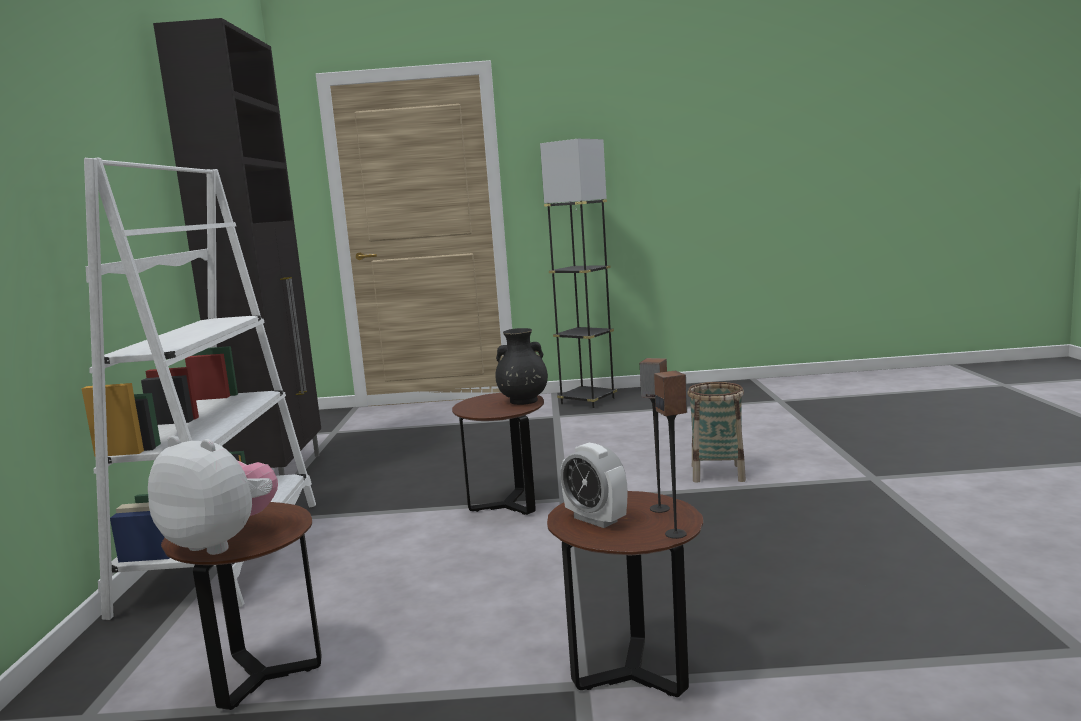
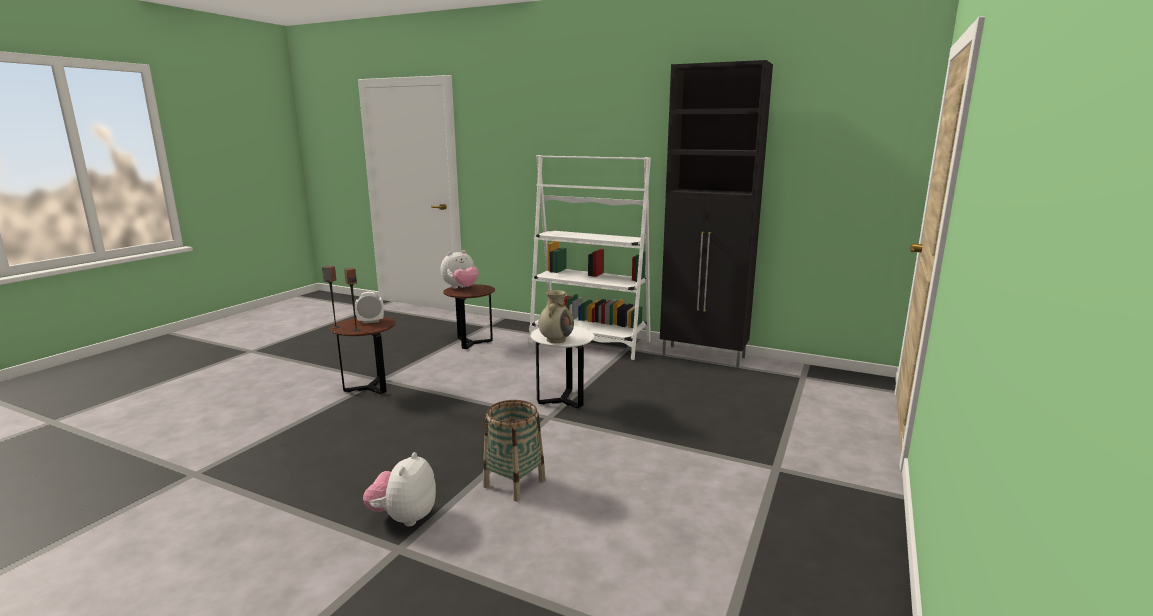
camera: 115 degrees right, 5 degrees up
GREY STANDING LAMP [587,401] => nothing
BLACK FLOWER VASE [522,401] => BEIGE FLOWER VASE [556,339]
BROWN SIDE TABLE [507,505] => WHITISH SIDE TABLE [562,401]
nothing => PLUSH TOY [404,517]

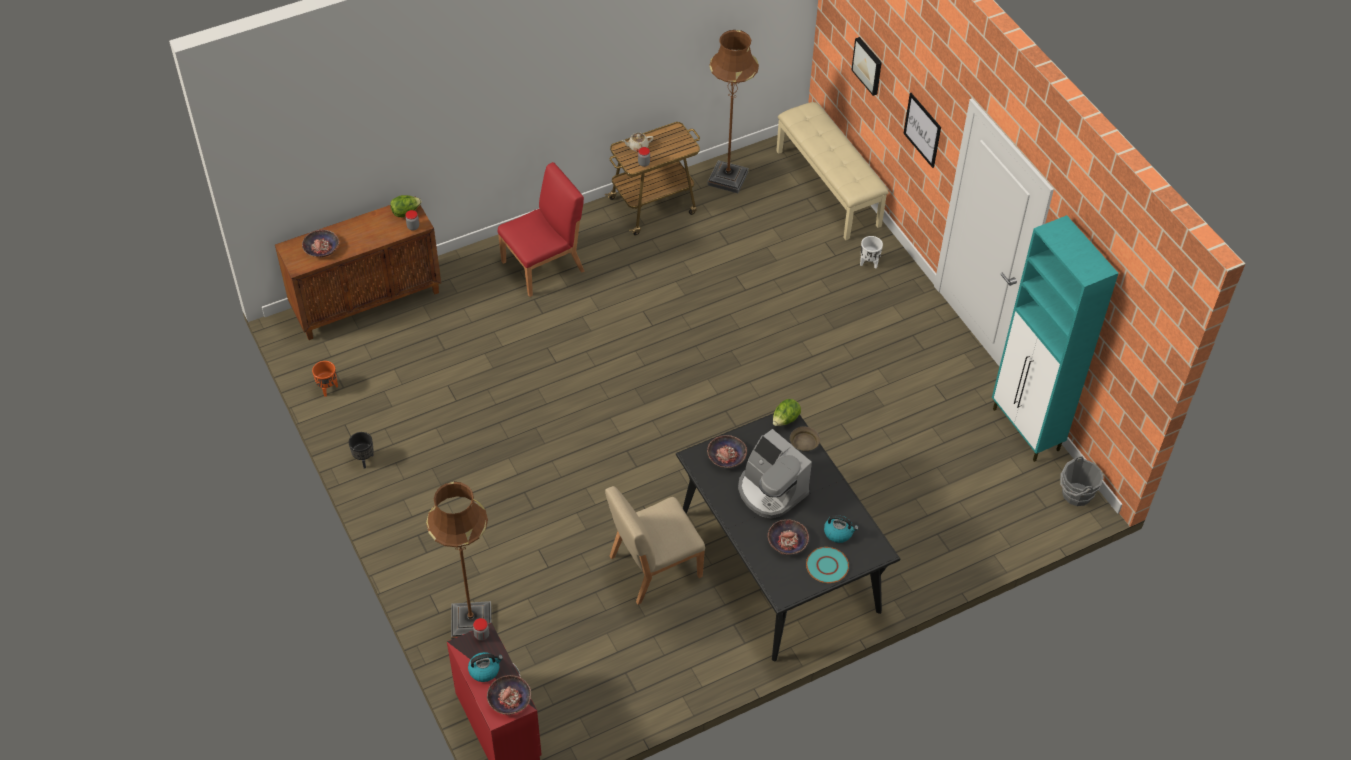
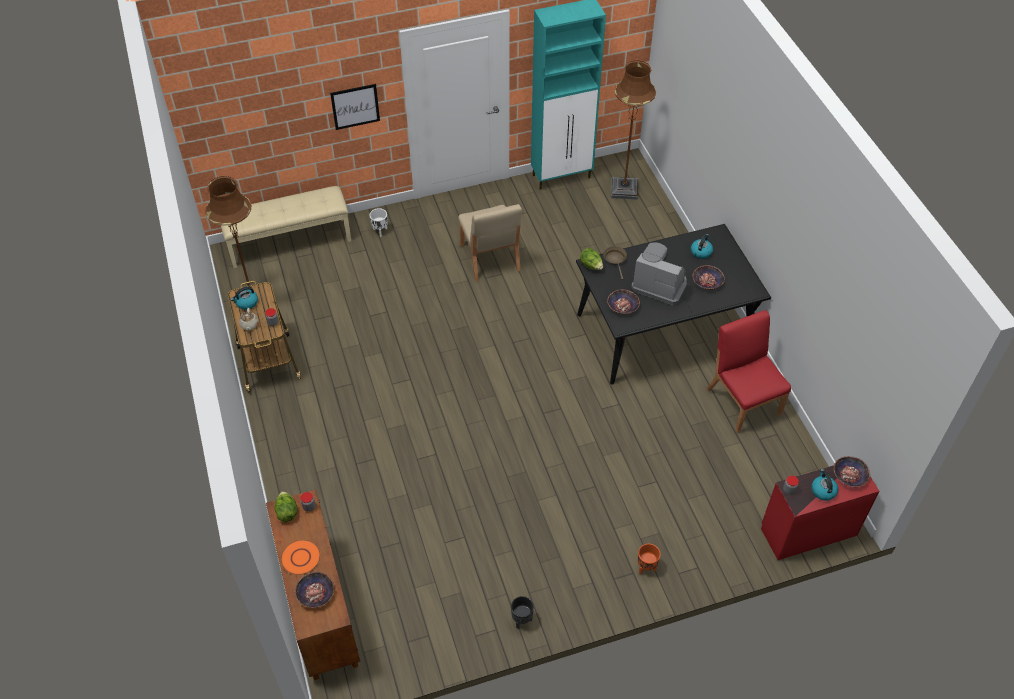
camera: 80 degrees left, 0 degrees up
WALL ART [868,65] => nothing
RED CHAIR [544,266] => RED CHAIR [743,401], relocated
ORANGE-COLOURED PLANT POT [327,389] => ORANGE-COLOURED PLANT POT [646,567], relocated
COFFEE MAKER [770,491] => COFFEE MAKER [659,284], 120 degrees counterclockwise
GREY BUCKET [1075,494] => nothing
BROWN STANDING LAMP [471,622] => BROWN STANDING LAMP [624,189], relocated
BEIGE CHAIR [654,566] => BEIGE CHAIR [490,258], relocated
TURQUOISE DINNER PLATE [827,565] => nothing
nothing => TEA KETTLE [246,303]
nothing => ORANGE-COLOURED DINNER PLATE [300,558]

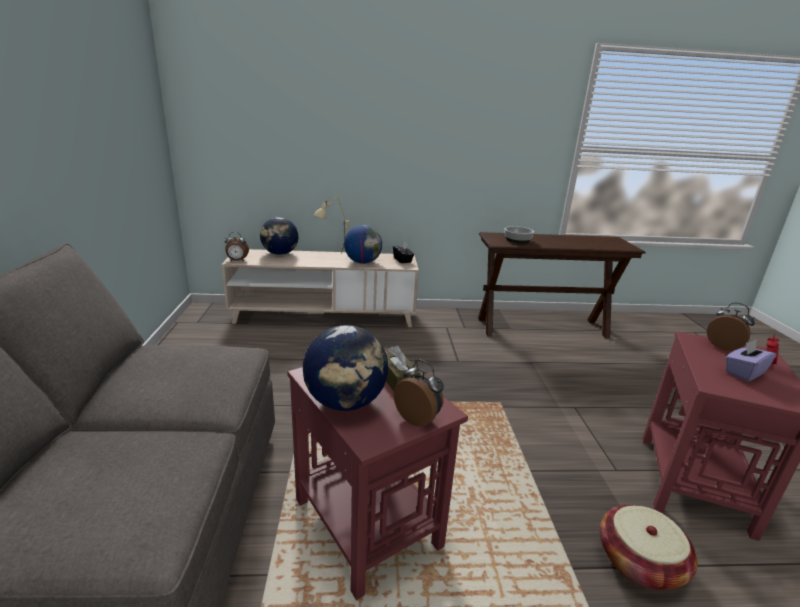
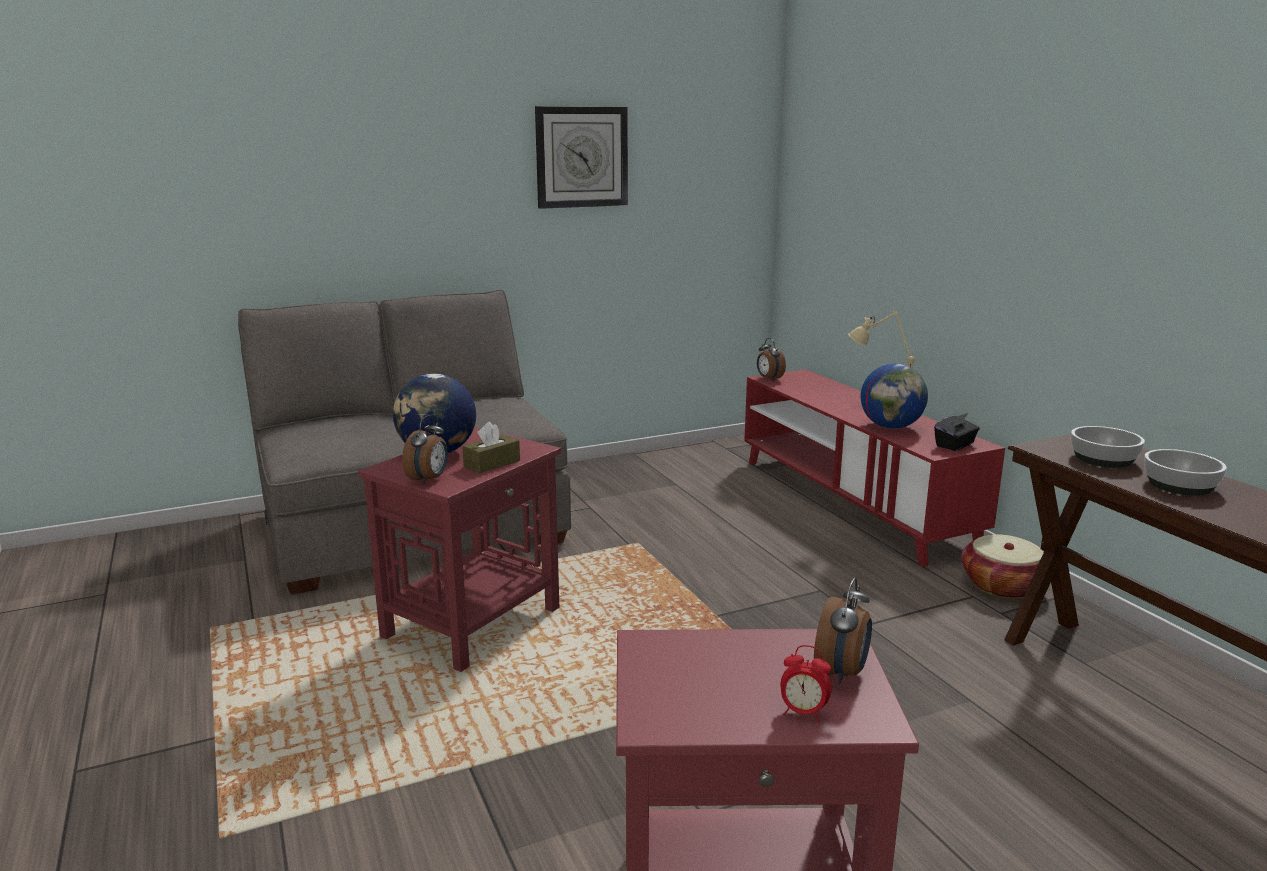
camera: 70 degrees right, 5 degrees down
WORLD GLOBE [280,254] => nothing
BEIGE TV UNIT [324,316] => RED TV UNIT [852,502]
PURPLISH BOX OF TISSUES [744,372] => nothing
BASKET [639,562] => BASKET [1002,585], relocated
nothing => WALL CLOCK [581,157]
nothing => SERVING BOWL [1178,485]

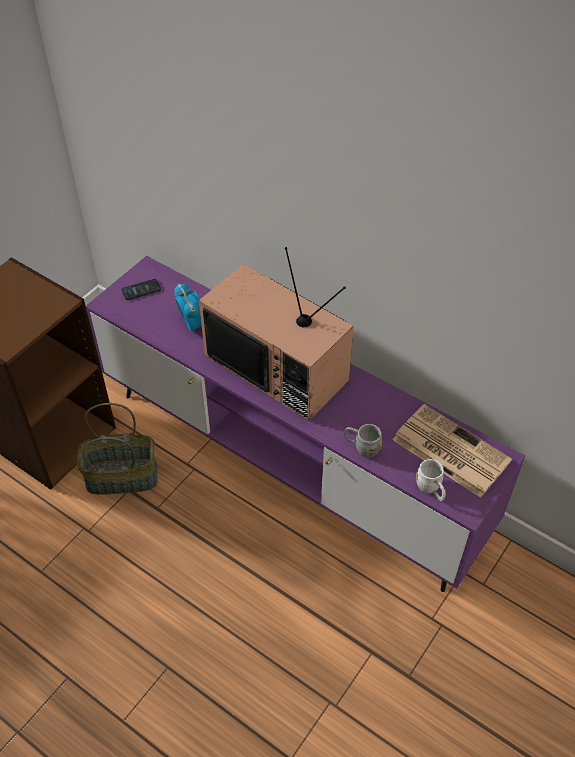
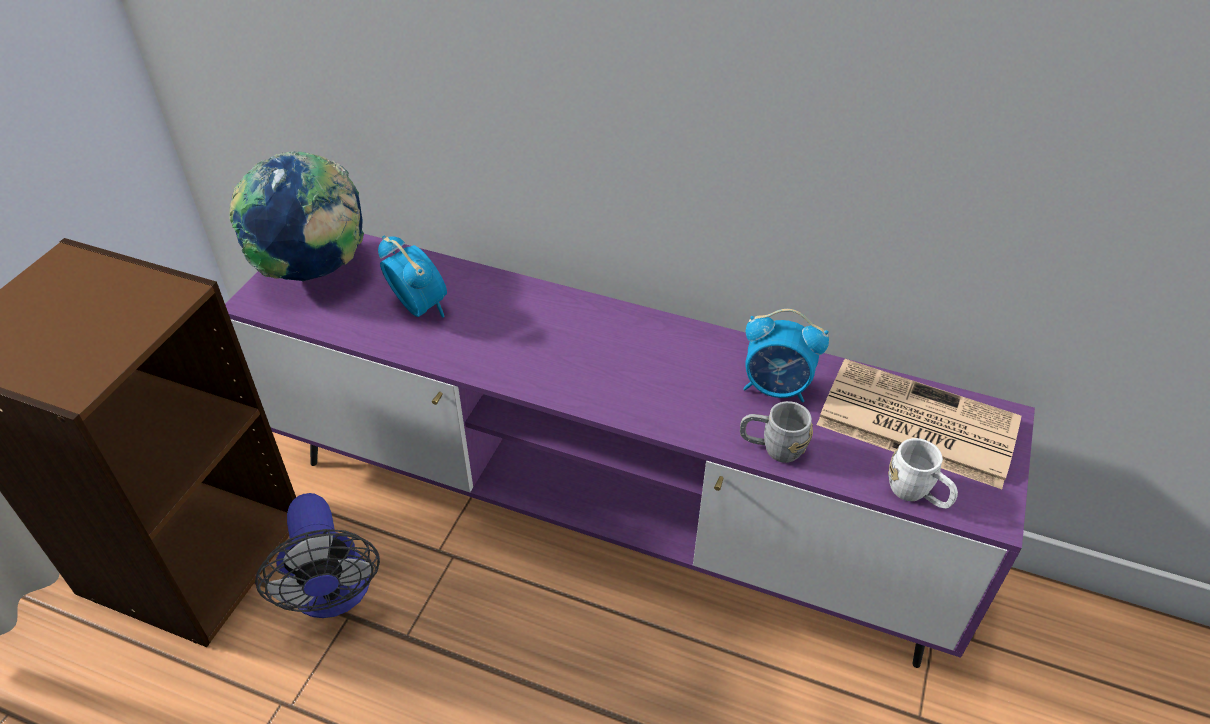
camera: 15 degrees left, 5 degrees down
TV [279,367] => nothing
TELEPHONE [141,290] => WORLD GLOBE [314,270]
BASKET [122,476] => ELECTRIC FAN [333,595]
nothing => ALARM CLOCK [776,388]

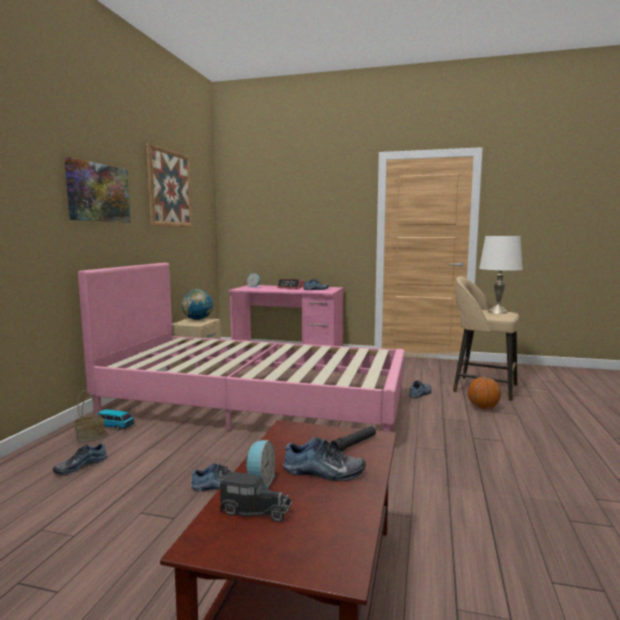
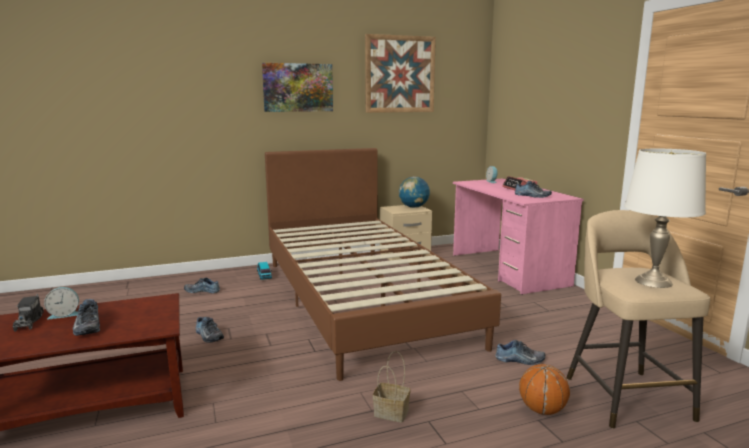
camera: 55 degrees right, 5 degrees up
PINKISH BED [255,405] => BROWN BED [360,299]
BASKET [89,438] => BASKET [390,413], relocated
BLACK HAND TORCH [354,444] => nothing

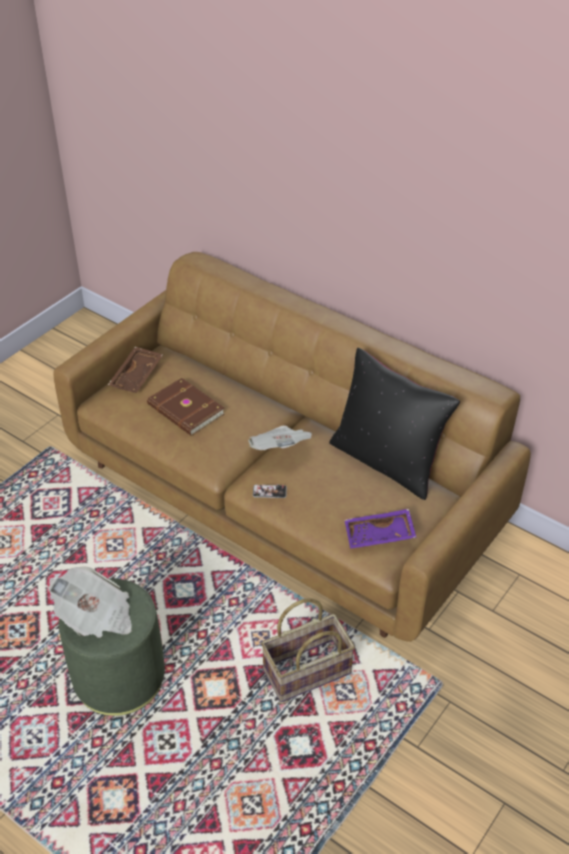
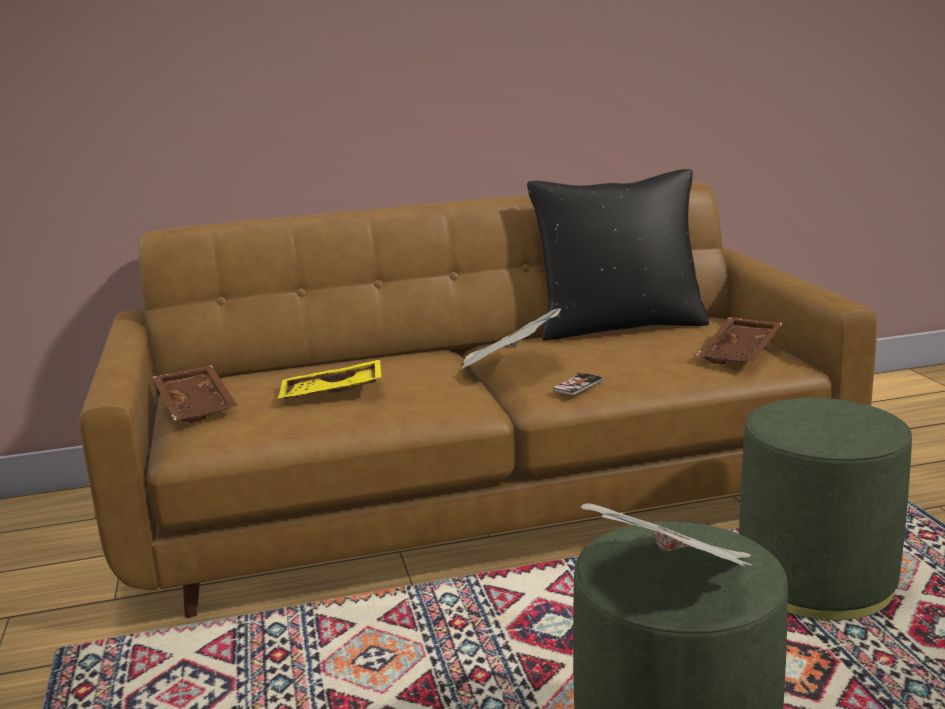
camera: 50 degrees left, 25 degrees down
BROWN VOLUME [185,410] => YELLOW-COLOURED TRAY [332,394]
PURPLISH TRAY [379,536] => BROWN TRAY [741,353]
BASKET [307,673] => GREENISH FOOTREST [816,581]

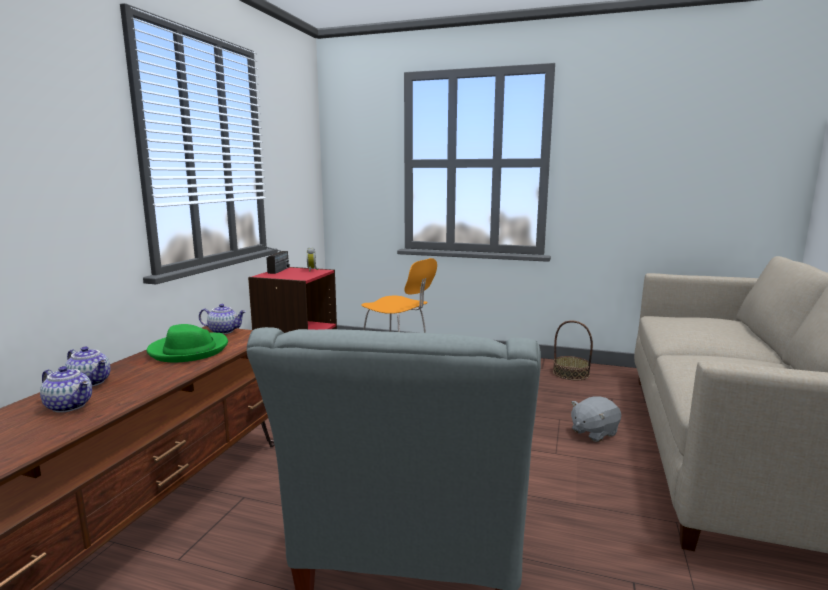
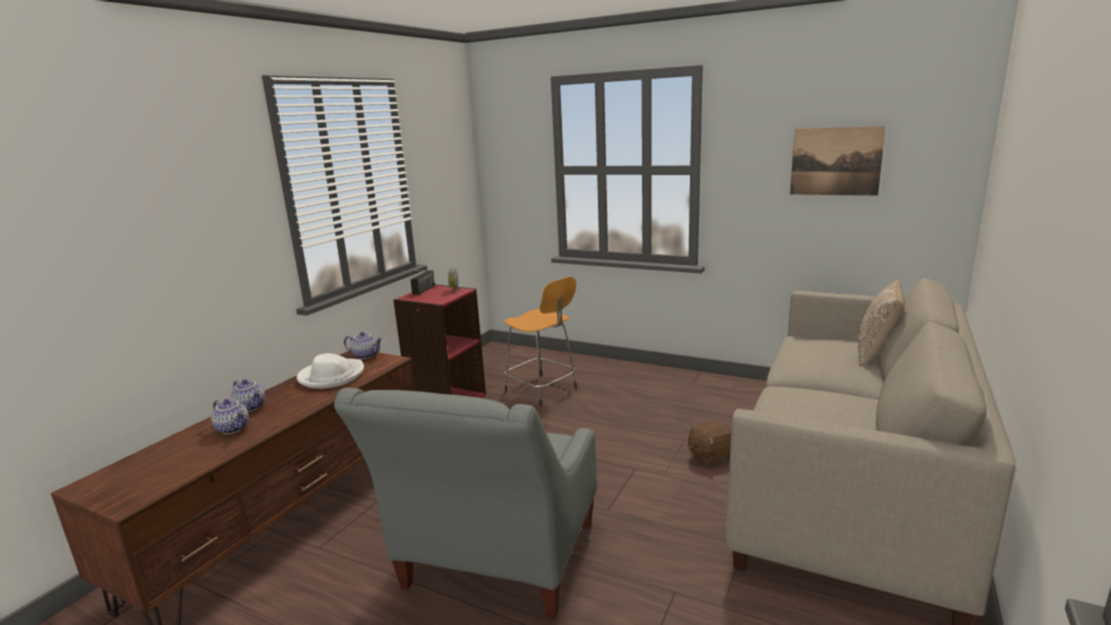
camera: 10 degrees right, 5 degrees up
BASKET [571,373] => nothing
GREENISH WEARABLE HAT [189,350] => WHITISH WEARABLE HAT [331,376]
GREY PLUSH TOY [593,432] => BROWN PLUSH TOY [710,455]
nothing => WALL ART [835,161]
nothing => THROW PILLOW [876,355]

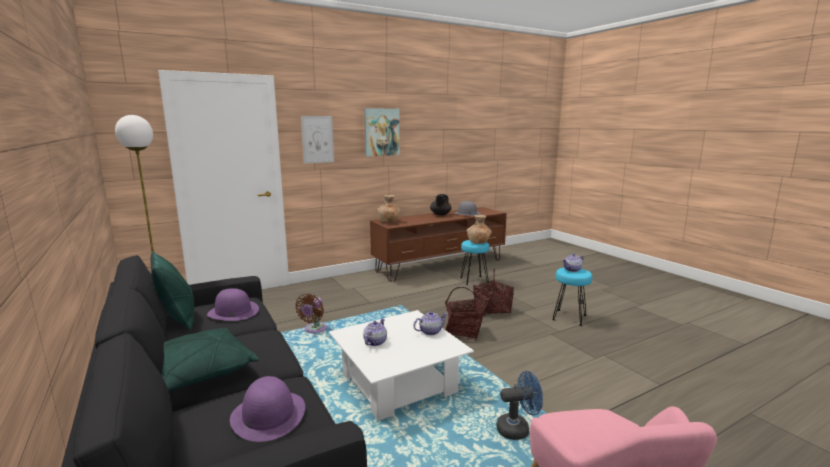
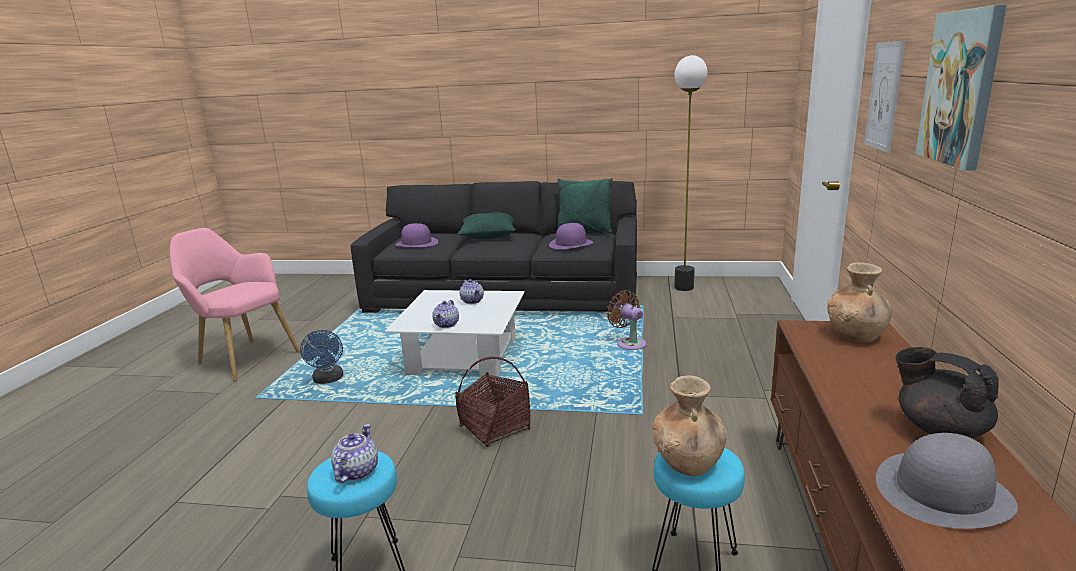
camera: 130 degrees right, 5 degrees up
BASKET [492,309] => nothing
BLUISH ELECTRIC FAN [518,429] => BLUISH ELECTRIC FAN [328,380], 45 degrees counterclockwise

